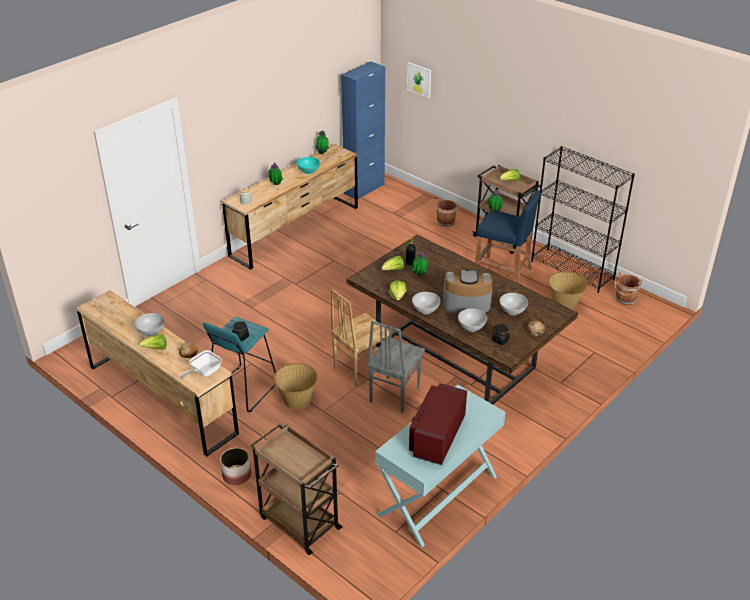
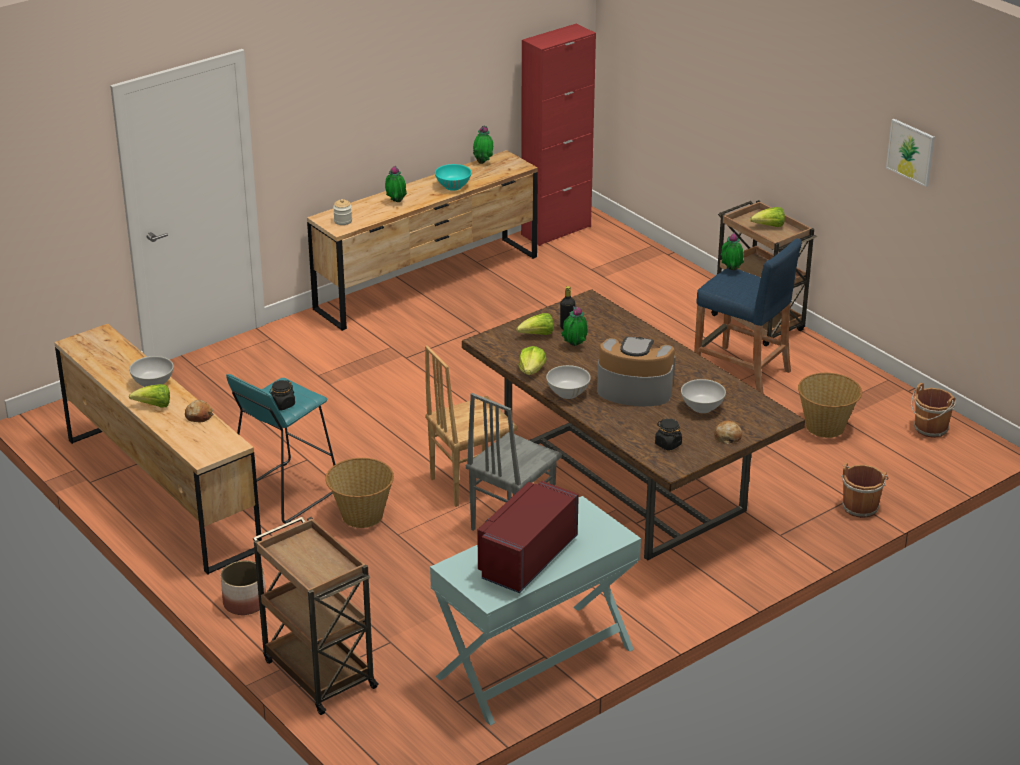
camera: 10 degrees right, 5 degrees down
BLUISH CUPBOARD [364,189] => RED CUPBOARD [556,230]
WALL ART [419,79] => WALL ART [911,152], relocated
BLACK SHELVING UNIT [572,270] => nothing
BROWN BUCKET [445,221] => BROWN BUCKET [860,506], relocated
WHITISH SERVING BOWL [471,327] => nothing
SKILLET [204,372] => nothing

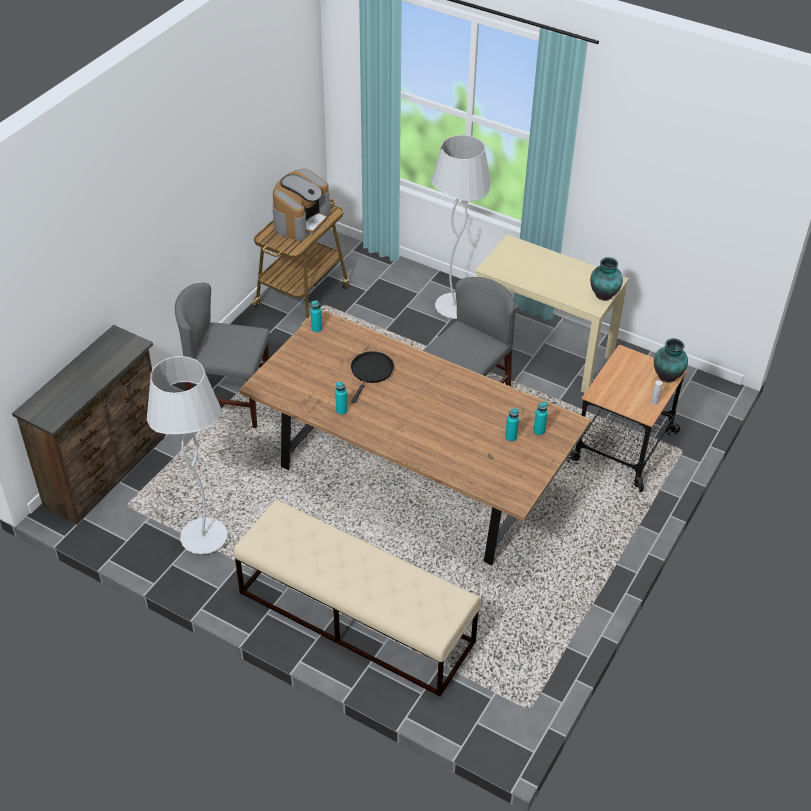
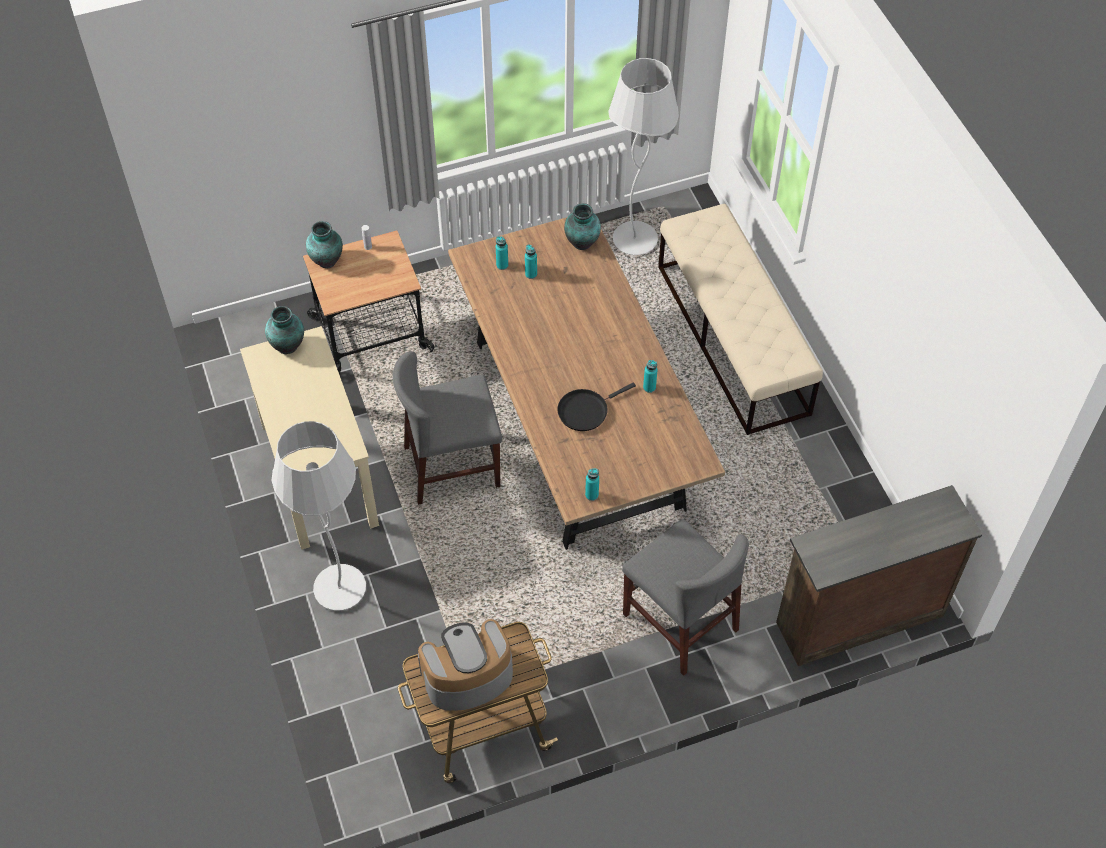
camera: 140 degrees left, 10 degrees up
WHITISH STANDING LAMP [204,538] => WHITISH STANDING LAMP [635,240], relocated
nothing => FLOWER VASE [582,243]

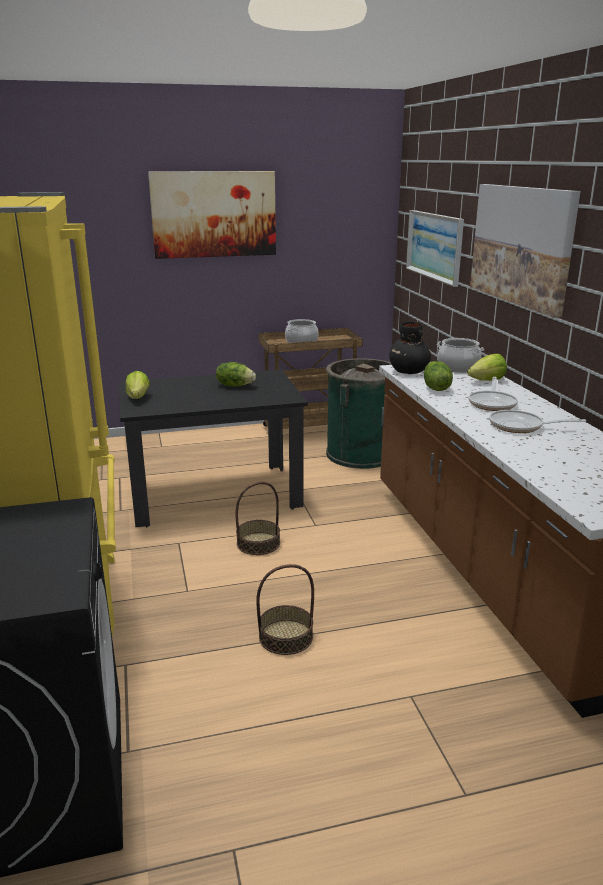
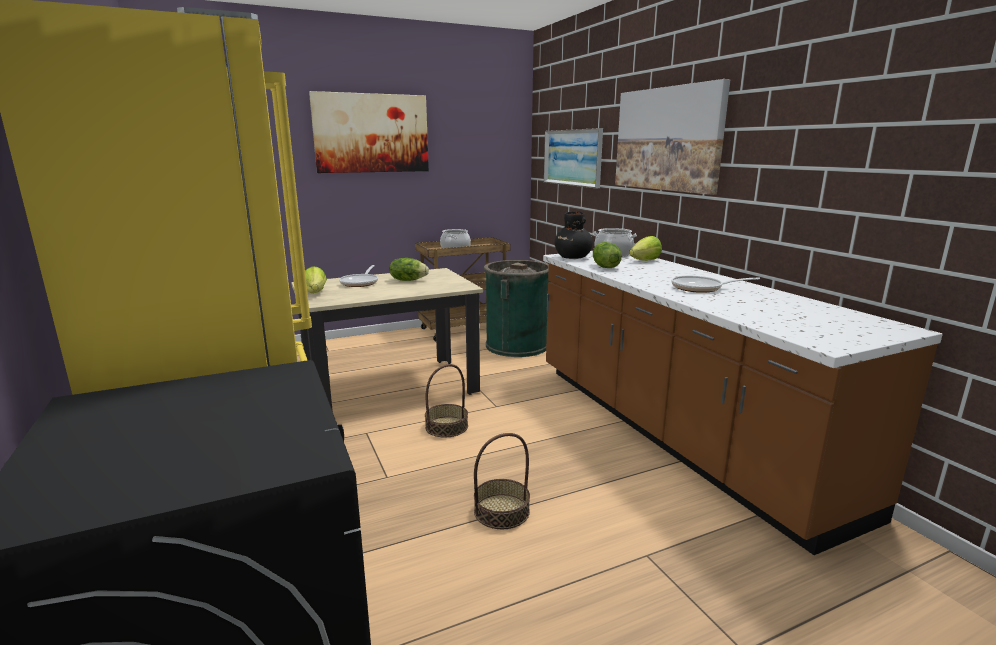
camera: 10 degrees left, 5 degrees down
BLACK DINING TABLE [214,495] => BEIGE DINING TABLE [391,388]
SKILLET [492,403] => SKILLET [360,282], relocated

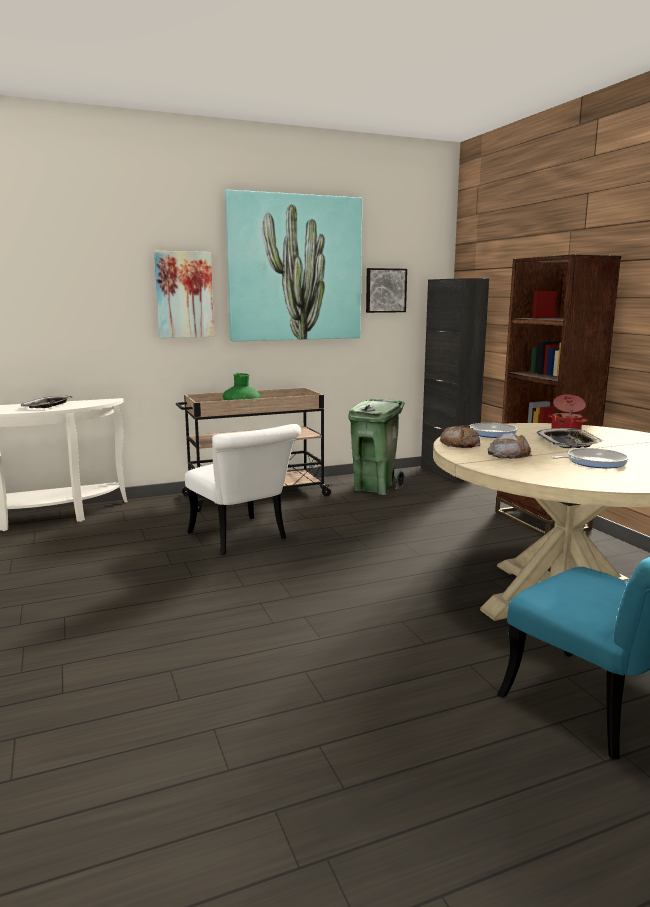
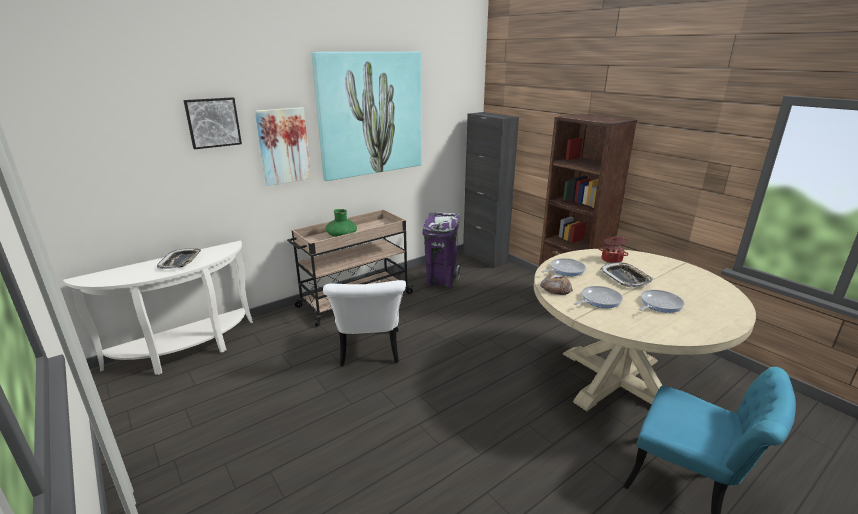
camera: 15 degrees left, 10 degrees up
WALL ART [385,290] => WALL ART [213,122], relocated
GREENISH TRASH CAN [375,488] => PURPLISH TRASH CAN [441,280]
WHITISH CHAIR [243,539] => WHITISH CHAIR [370,352], 45 degrees clockwise
BAKERY BREAD [508,454] => SKILLET [599,300]

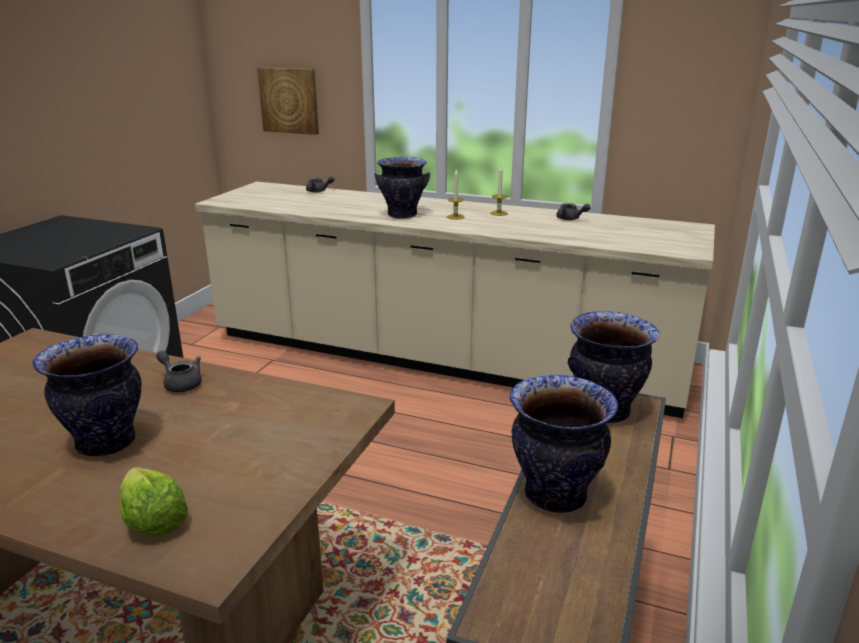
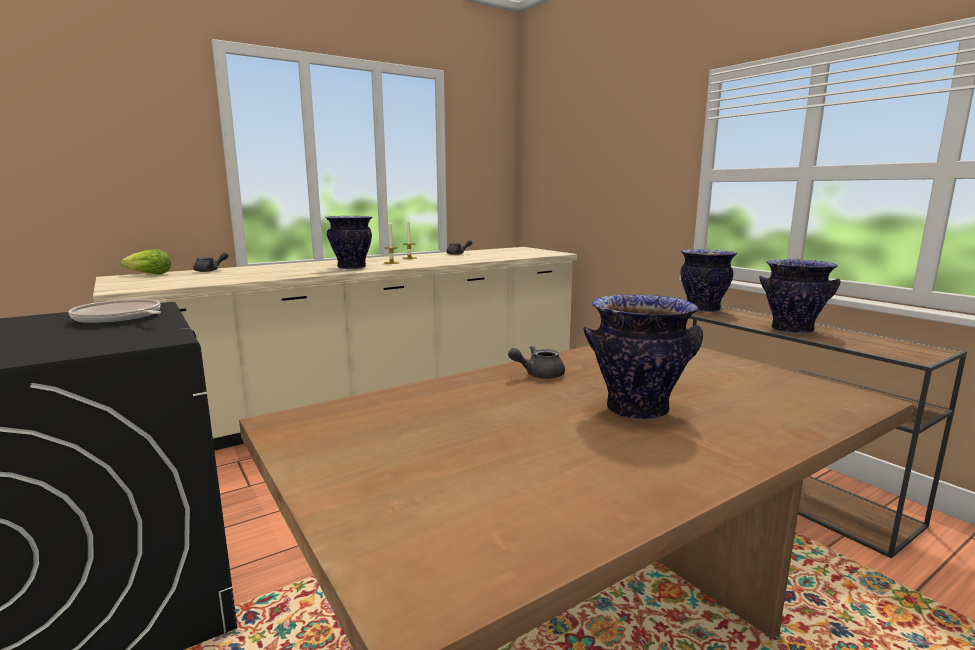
camera: 55 degrees left, 10 degrees down
WALL ART [289,100] => nothing
LETTUCE [152,520] => LETTUCE [149,274], relocated
nothing => SKILLET [120,318]

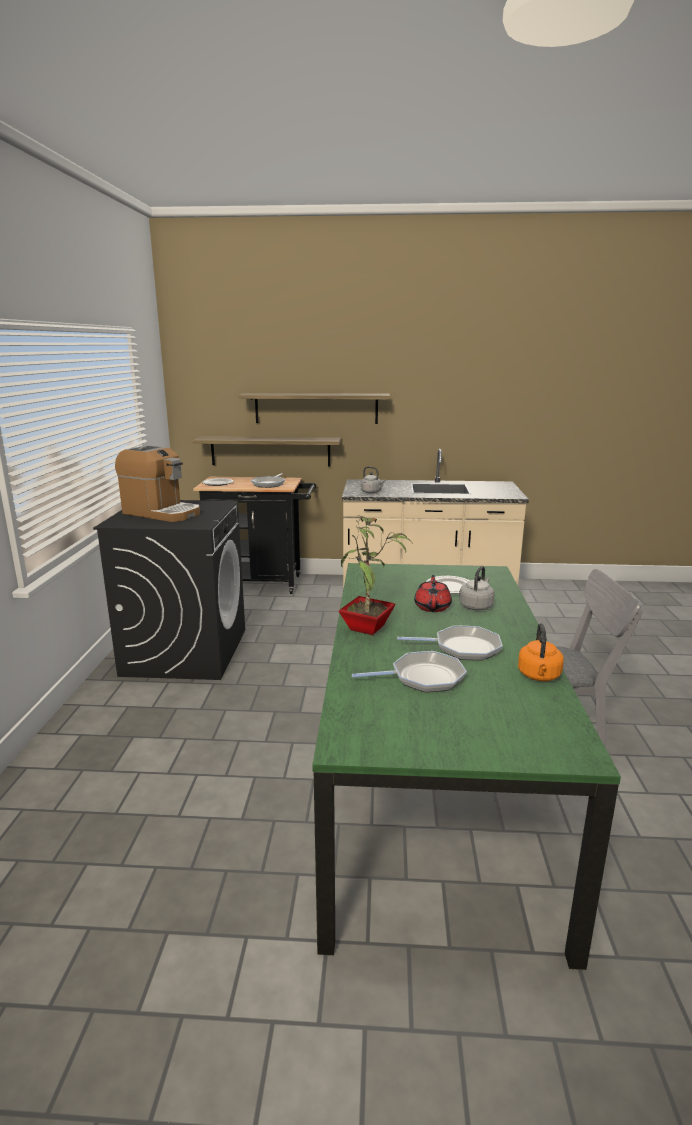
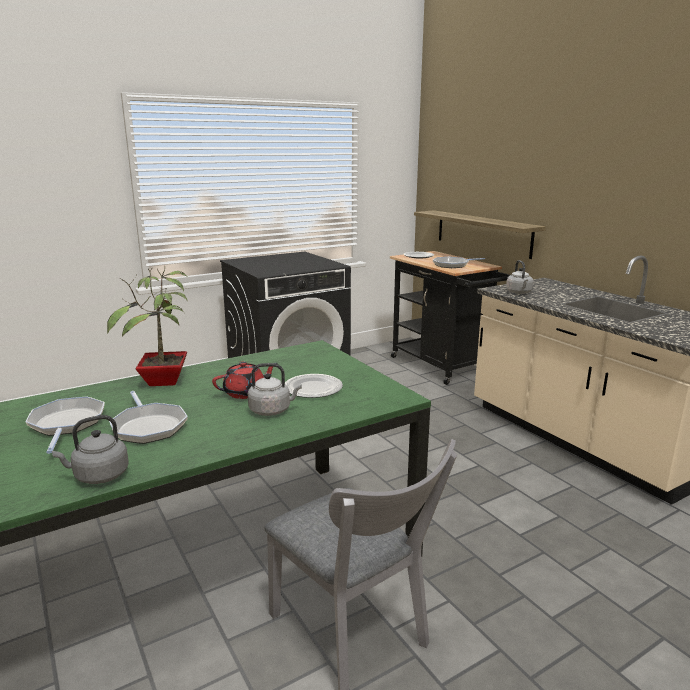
camera: 55 degrees right, 0 degrees up
WALL SHELF [316,408] => nothing
COFFEE MAKER [161,513] => nothing
ORANGE-COLOURED TEA KETTLE [539,676] => GREY TEA KETTLE [98,476]
SKILLET [423,677] => SKILLET [67,424], 150 degrees counterclockwise

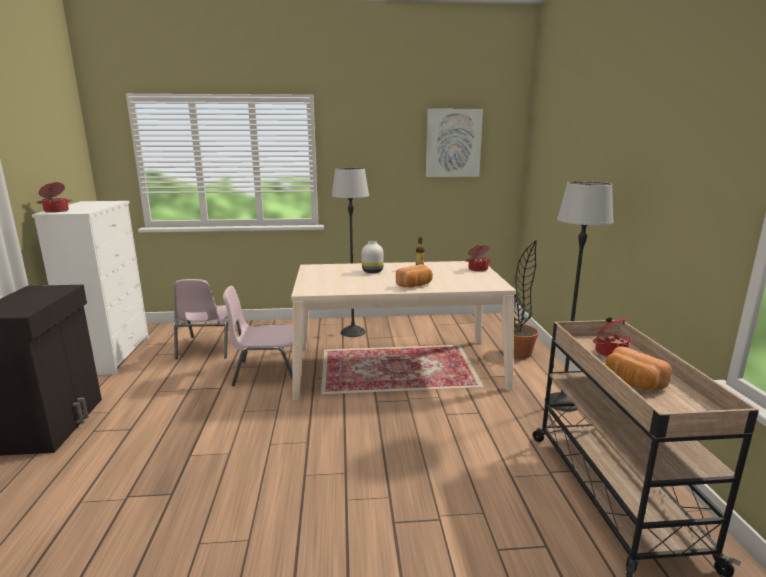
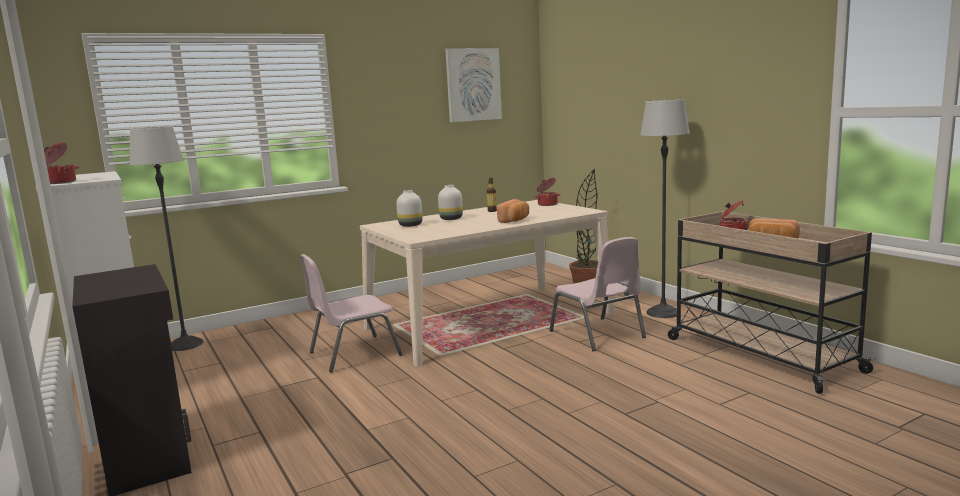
camera: 25 degrees left, 5 degrees down
STANDING LAMP [353,332] => STANDING LAMP [185,344], relocated
PINKISH CHAIR [208,348] => PINKISH CHAIR [598,335], relocated
nothing => WHITISH FLOWER VASE [411,225]

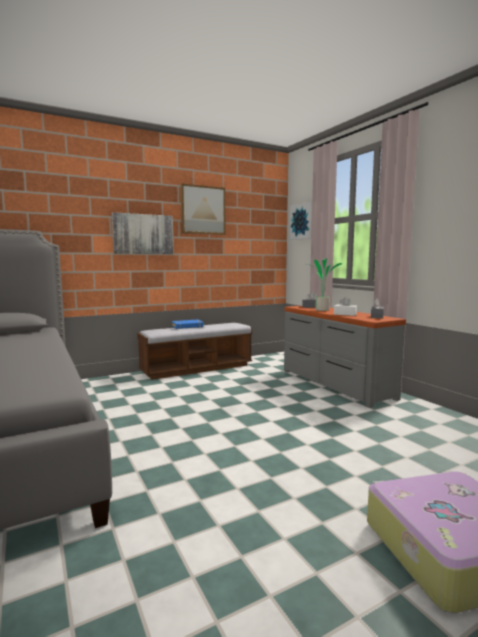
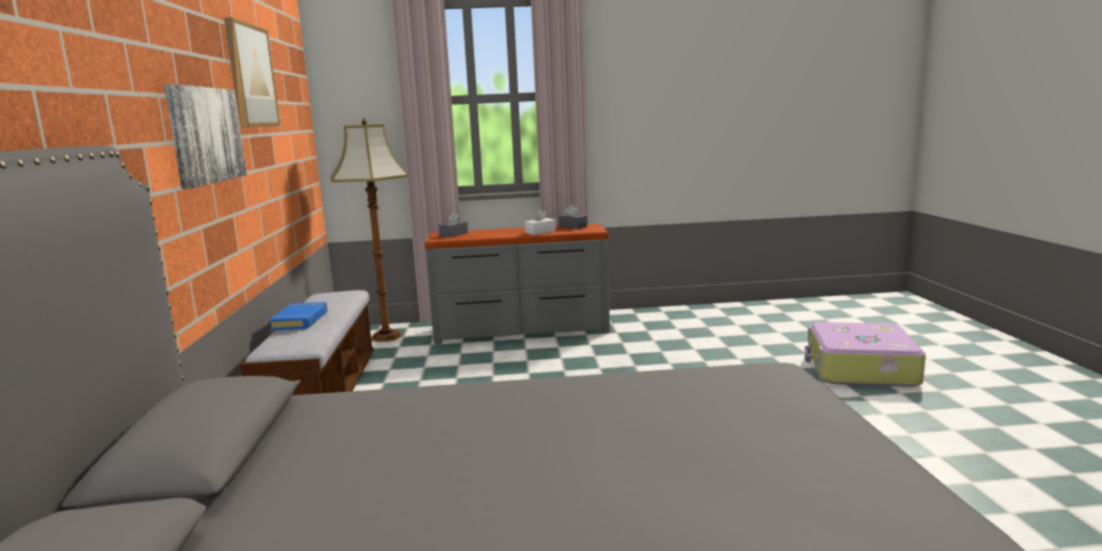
camera: 65 degrees left, 5 degrees up
WALL ART [302,221] => nothing
HOUSEPLANT [321,310] => nothing
nothing => STANDING LAMP [385,337]

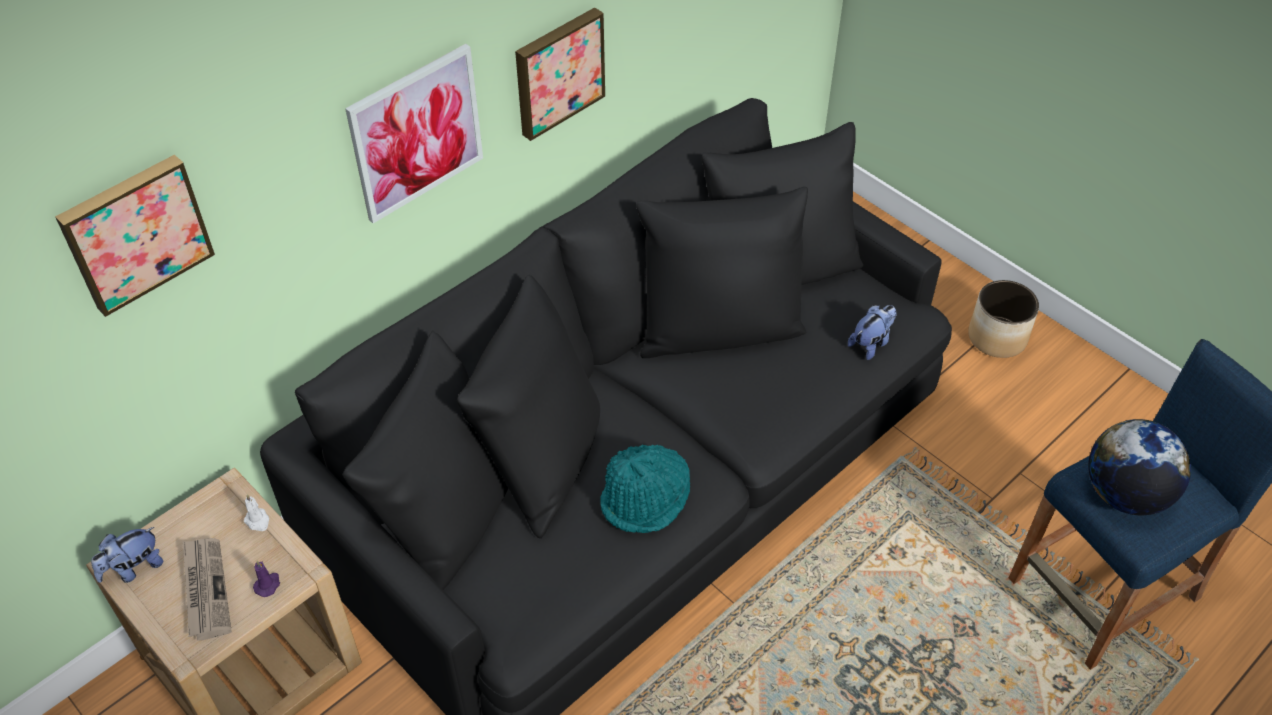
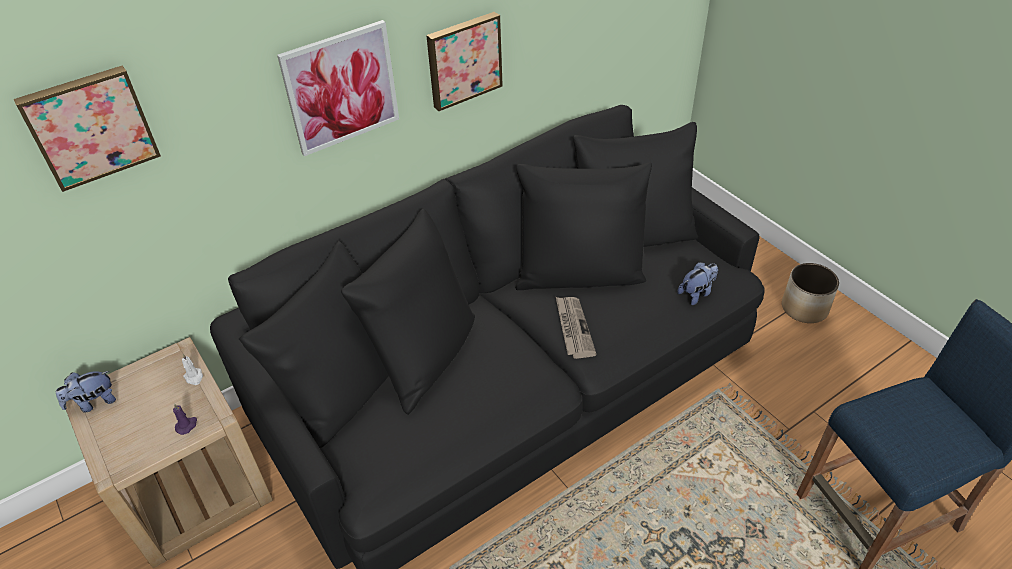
camera: 10 degrees right, 5 degrees down
WORLD GLOBE [1125,494] => nothing
TURQUOISE WEARABLE HAT [646,499] => nothing
DAILY PAPER [205,589] => DAILY PAPER [573,328], relocated

